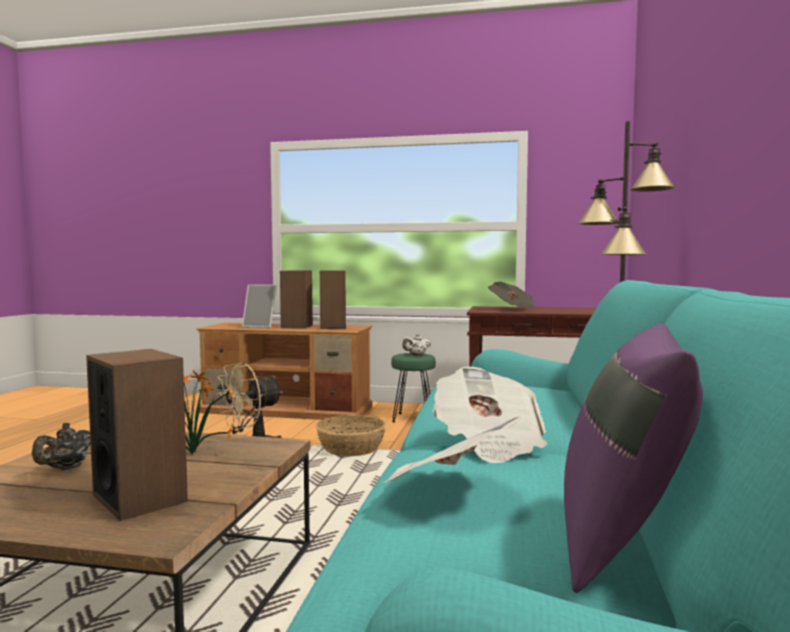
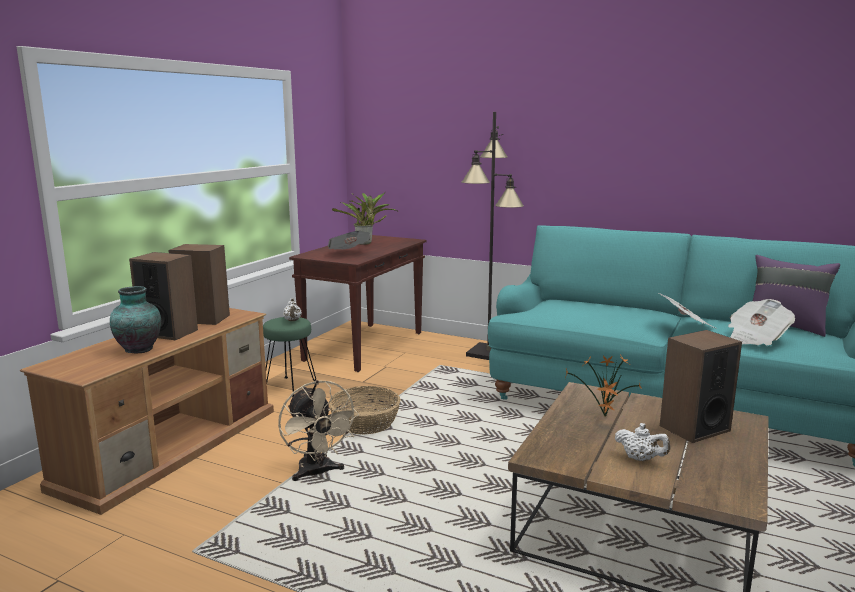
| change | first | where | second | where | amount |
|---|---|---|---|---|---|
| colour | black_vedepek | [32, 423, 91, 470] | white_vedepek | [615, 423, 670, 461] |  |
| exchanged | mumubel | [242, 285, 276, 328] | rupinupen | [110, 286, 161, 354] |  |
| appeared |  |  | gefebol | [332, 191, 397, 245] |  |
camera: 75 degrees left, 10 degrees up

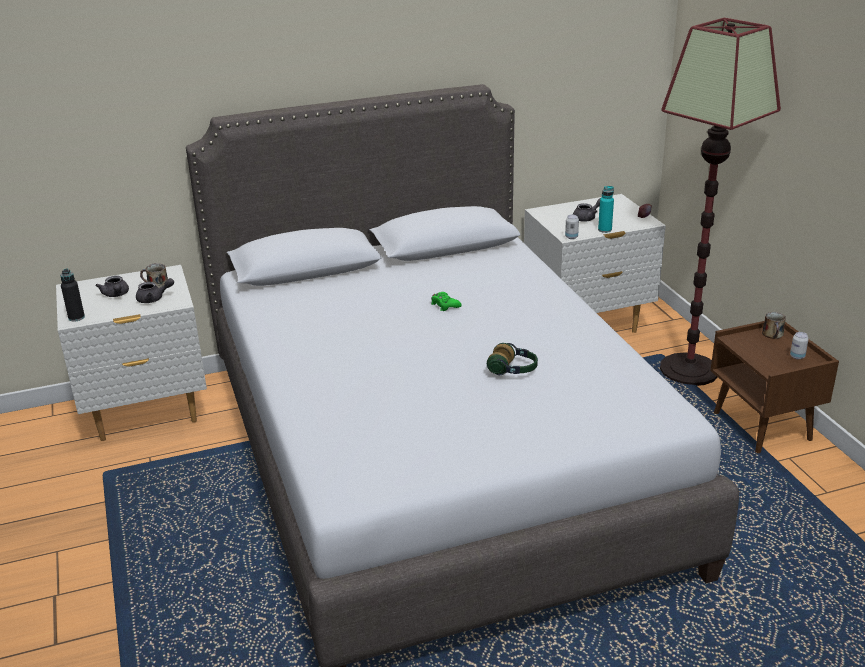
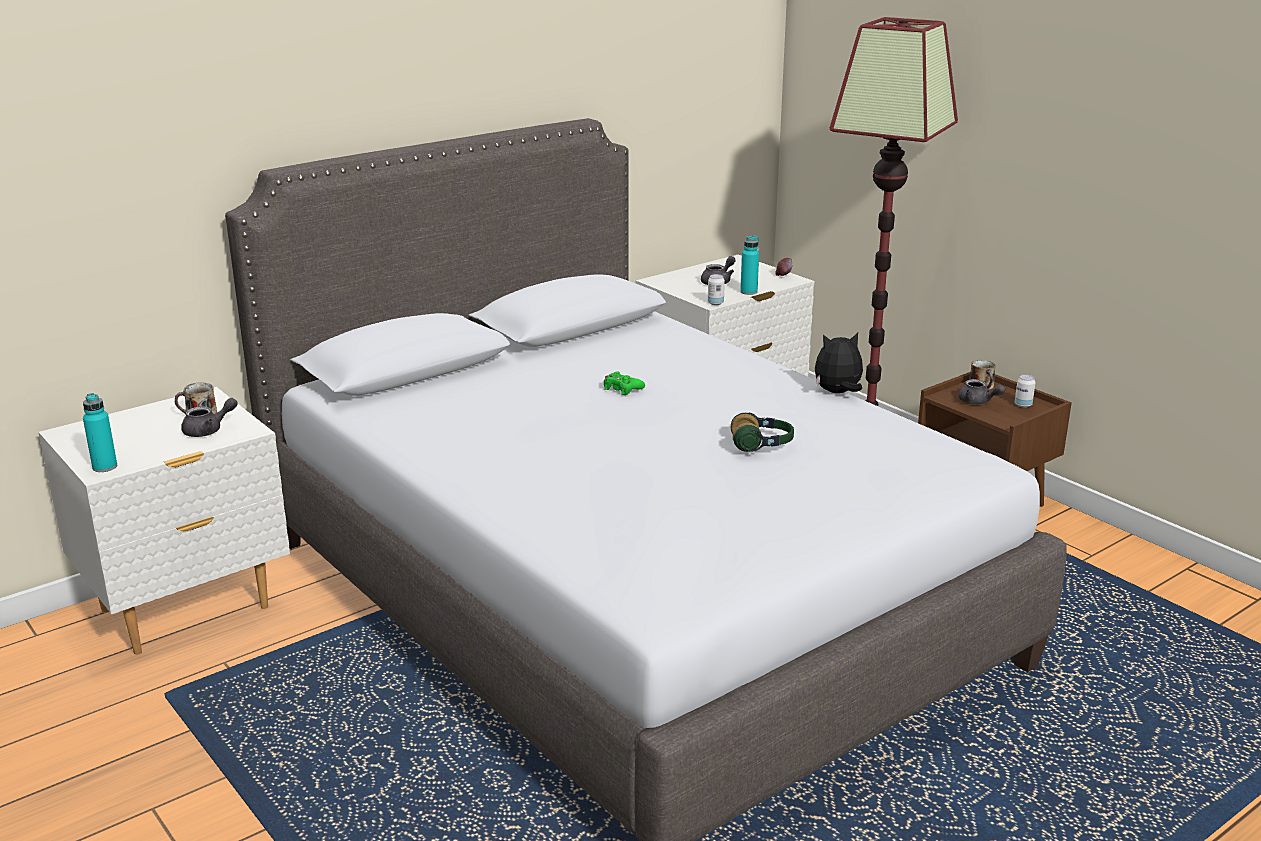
| change | first | where | second | where | amount |
|---|---|---|---|---|---|
| colour | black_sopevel | [60, 269, 85, 321] | turquoise_sopevel | [83, 393, 117, 472] |  |
| relocated | grey_vedepek | [96, 276, 129, 297] |  | [959, 379, 1005, 404] |  |
| appeared |  |  | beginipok | [815, 333, 863, 393] |  |
camera: 20 degrees left, 5 degrees down

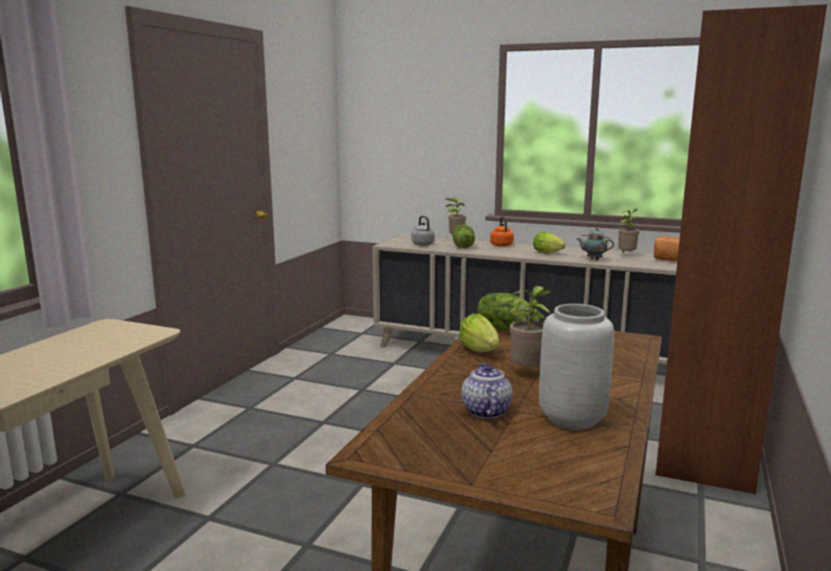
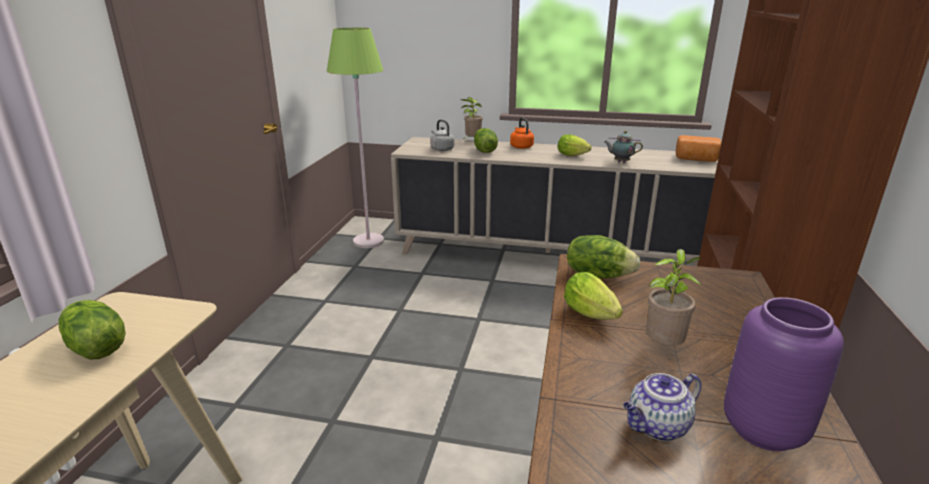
| change | first | where | second | where | amount |
|---|---|---|---|---|---|
| spun | vedepek | [461, 363, 513, 419] |  | [623, 373, 702, 441] | 105 degrees counterclockwise |
| colour | grey_rupinupen | [539, 304, 614, 430] | purple_rupinupen | [724, 297, 844, 451] |  |
| missing | gefebol | [618, 209, 640, 253] |  |  |  |
| appeared |  |  | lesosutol | [59, 300, 125, 360] |  |
| appeared |  |  | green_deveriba | [327, 27, 384, 248] |  |
camera: 10 degrees left, 10 degrees up

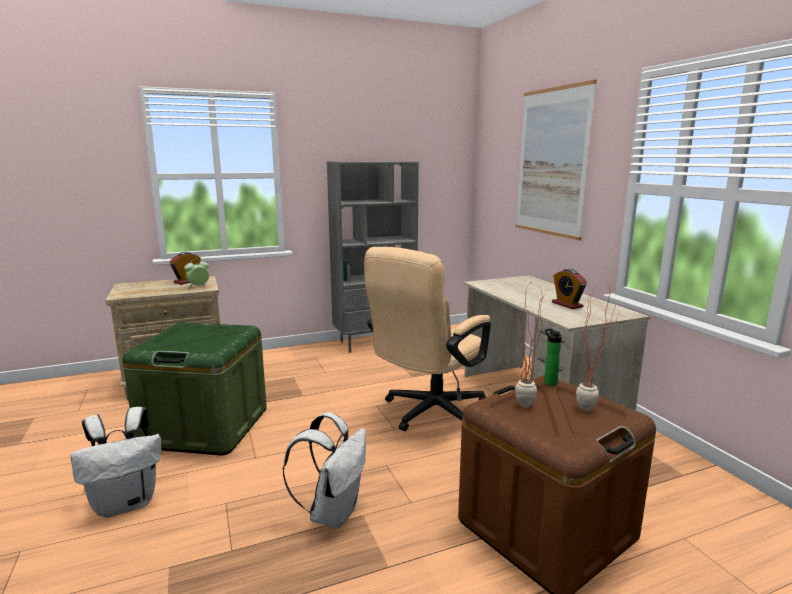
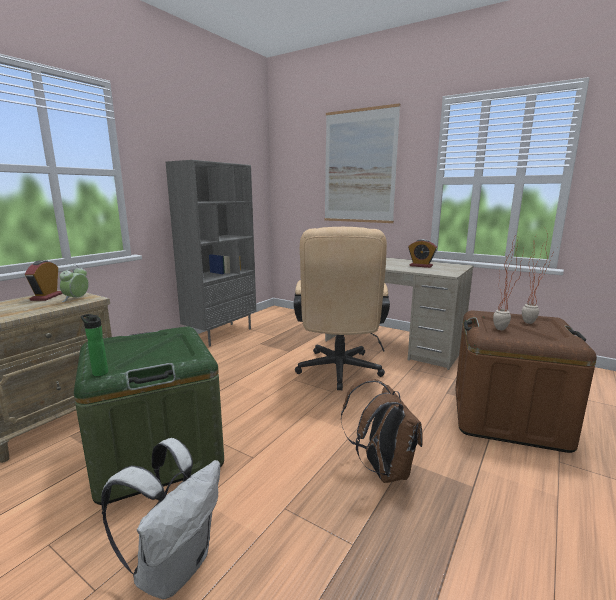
| change | first | where | second | where | amount |
|---|---|---|---|---|---|
| colour | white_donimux | [283, 412, 366, 529] | brown_donimux | [341, 378, 423, 483] |  |
| relocated | sopevel | [544, 329, 562, 386] |  | [81, 314, 108, 376] |  |
camera: 35 degrees left, 0 degrees up

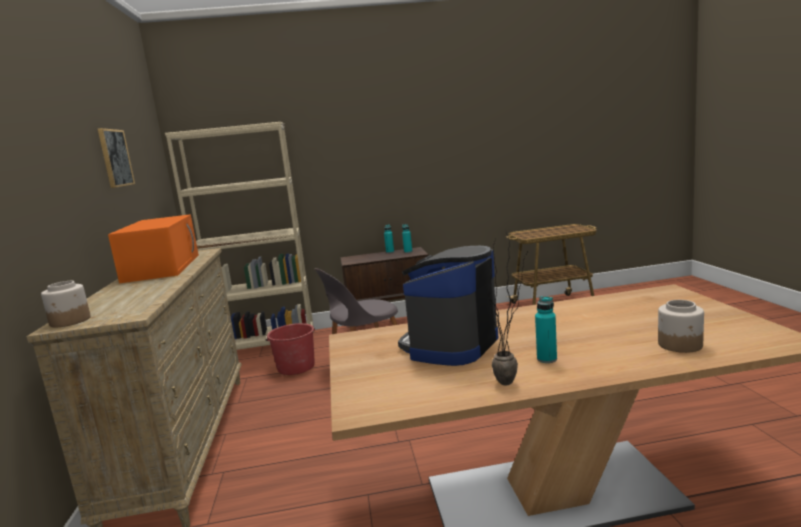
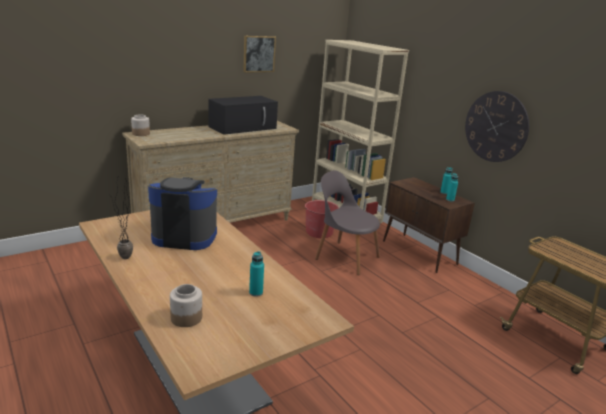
| change | first | where | second | where | amount |
|---|---|---|---|---|---|
| colour | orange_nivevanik | [108, 214, 199, 283] | black_nivevanik | [208, 96, 278, 135] |  |
| relocated | turquoise_sopevel | [535, 296, 557, 363] |  | [249, 251, 264, 297] |  |
| appeared |  |  | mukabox | [465, 91, 529, 162] |  |
camera: 60 degrees right, 10 degrees up

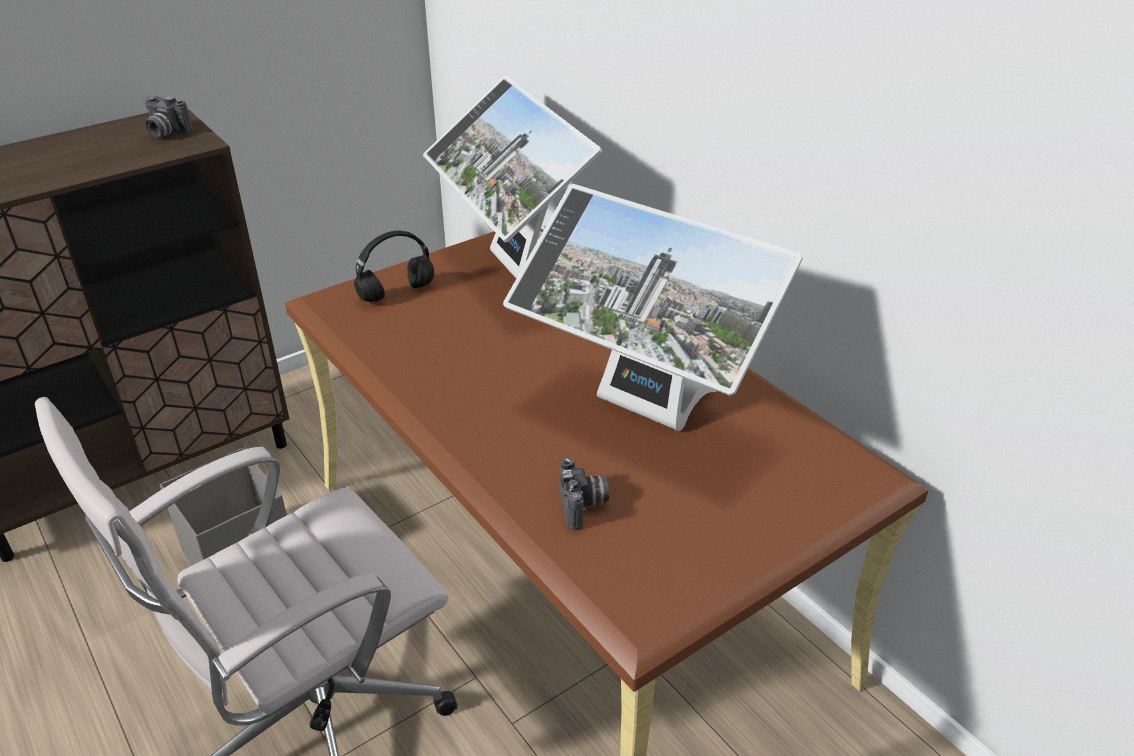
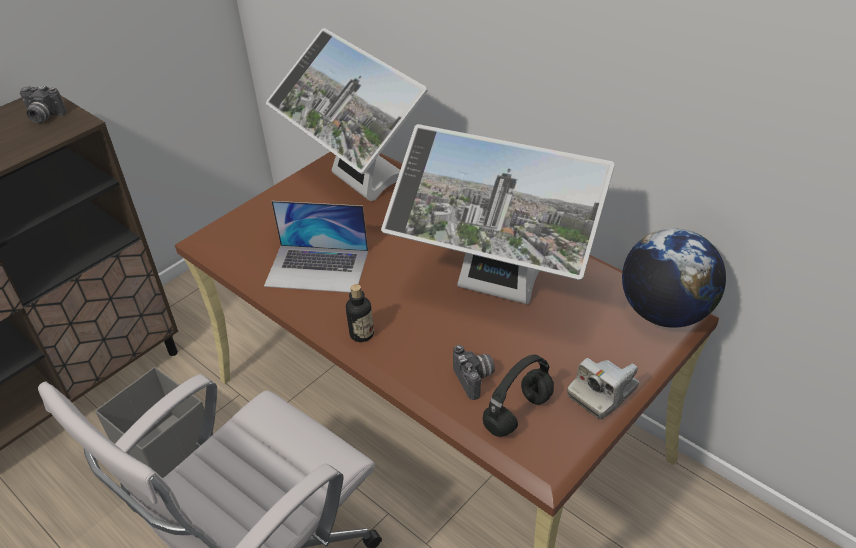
| change | first | where | second | where | amount |
|---|---|---|---|---|---|
| relocated | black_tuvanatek | [354, 231, 434, 302] |  | [483, 355, 554, 437] |  |
| appeared |  |  | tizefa | [264, 201, 368, 293] |  |
| appeared |  |  | sopevel | [346, 284, 374, 342] |  |
| appeared |  |  | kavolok | [567, 358, 639, 419] |  |
| appeared |  |  | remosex | [622, 228, 726, 328] |  |
camera: 10 degrees left, 5 degrees up

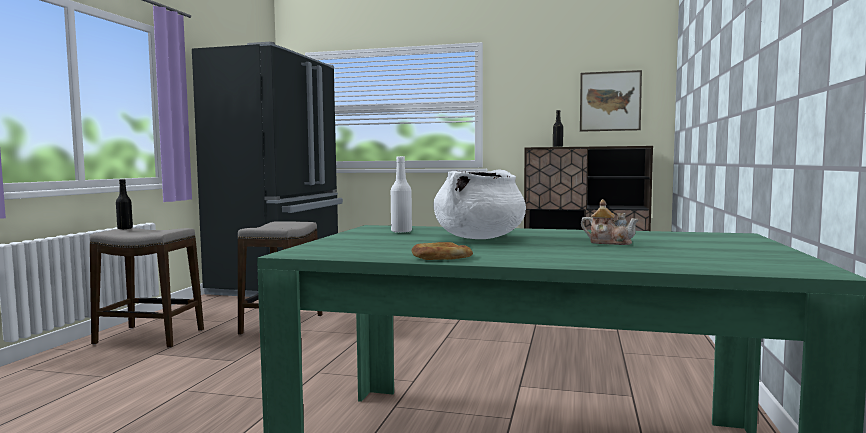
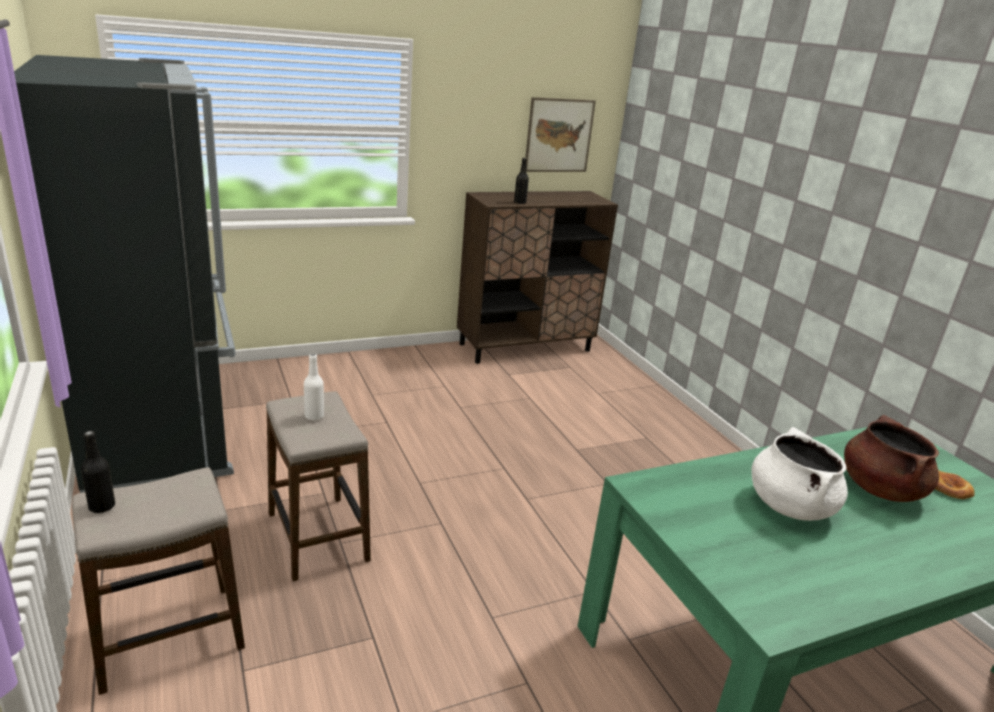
| change | first | where | second | where | amount |
|---|---|---|---|---|---|
| relocated | white_sopevel | [391, 156, 412, 233] |  | [304, 354, 324, 421] |  |
| relocated | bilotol | [411, 242, 473, 260] |  | [935, 470, 975, 499] |  |
| exchanged | vedepek | [581, 199, 639, 245] | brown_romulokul | [844, 415, 939, 502] |  |
camera: 40 degrees left, 20 degrees up

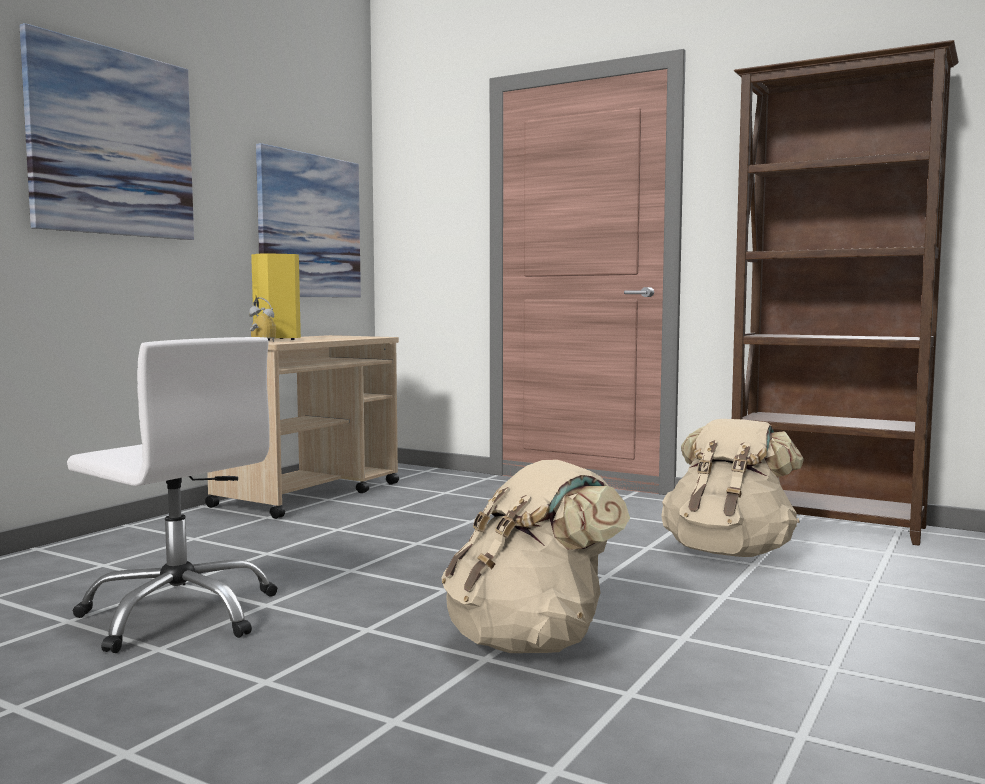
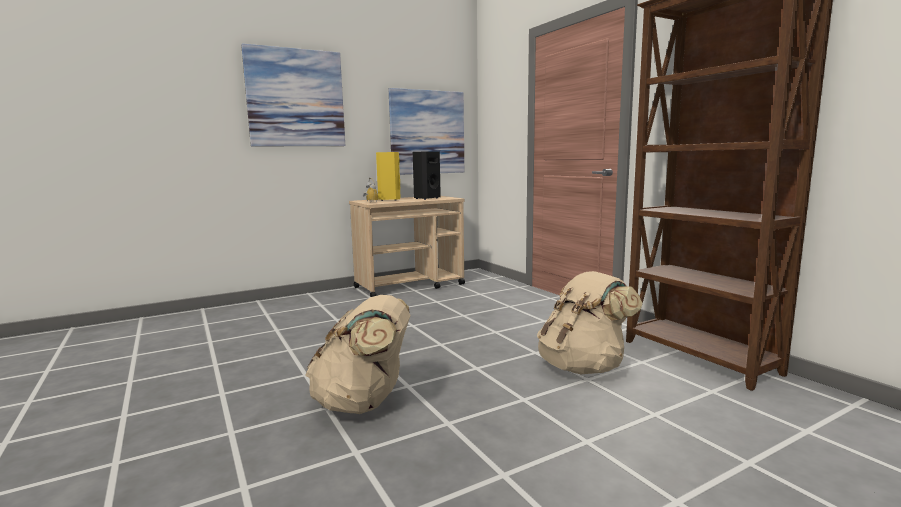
| change | first | where | second | where | amount |
|---|---|---|---|---|---|
| missing | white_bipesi | [67, 337, 278, 653] |  |  |  |
| appeared |  |  | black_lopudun | [413, 151, 441, 200] |  |
camera: 30 degrees right, 5 degrees up

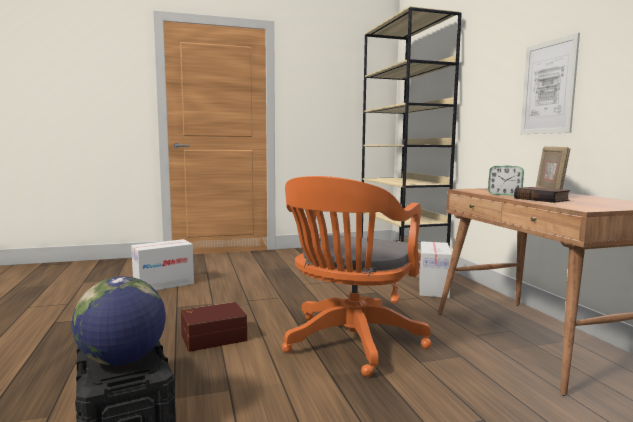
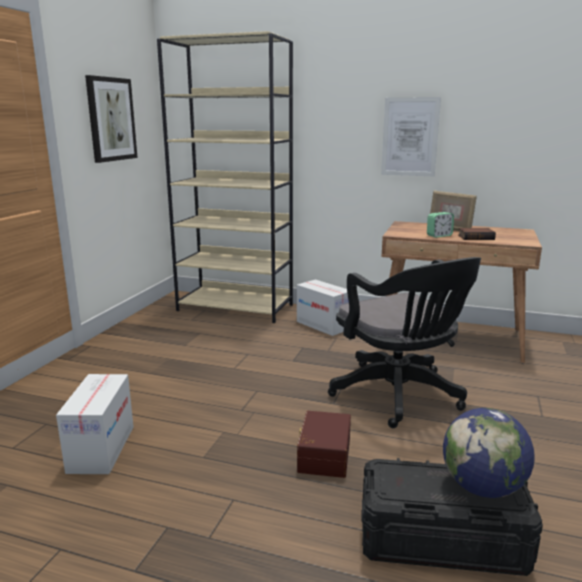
| change | first | where | second | where | amount |
|---|---|---|---|---|---|
| colour | orange_bipesi | [282, 176, 431, 377] | black_bipesi | [328, 257, 481, 428] |  |
| appeared |  |  | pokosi | [85, 75, 138, 163] |  |
camera: 55 degrees left, 10 degrees up

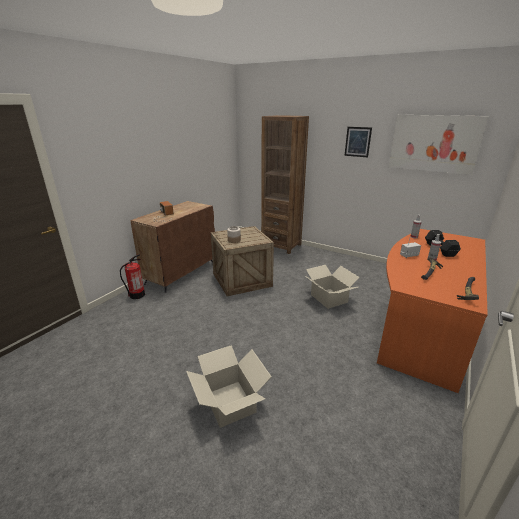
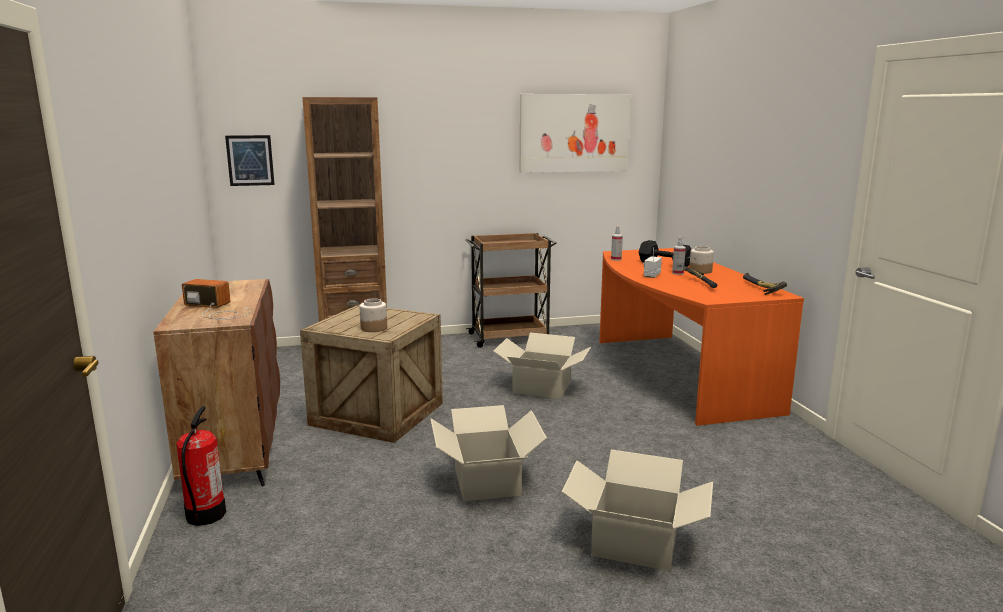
| change | first | where | second | where | amount |
|---|---|---|---|---|---|
| relocated | pokosi | [344, 127, 372, 157] |  | [225, 135, 275, 186] |  |
| appeared |  |  | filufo | [430, 405, 547, 501] |  |
| appeared |  |  | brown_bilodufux | [465, 233, 557, 348] |  |
| appeared |  |  | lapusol | [689, 246, 714, 274] |  |
camera: 45 degrees left, 10 degrees down

